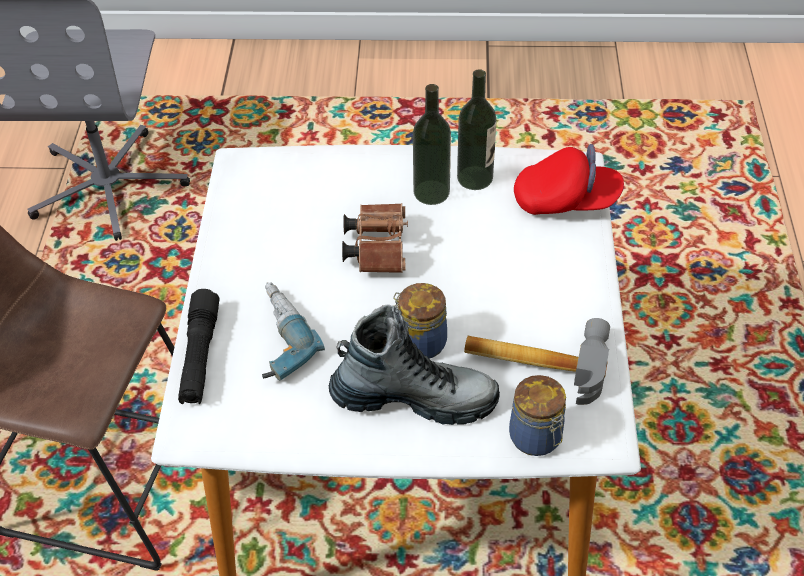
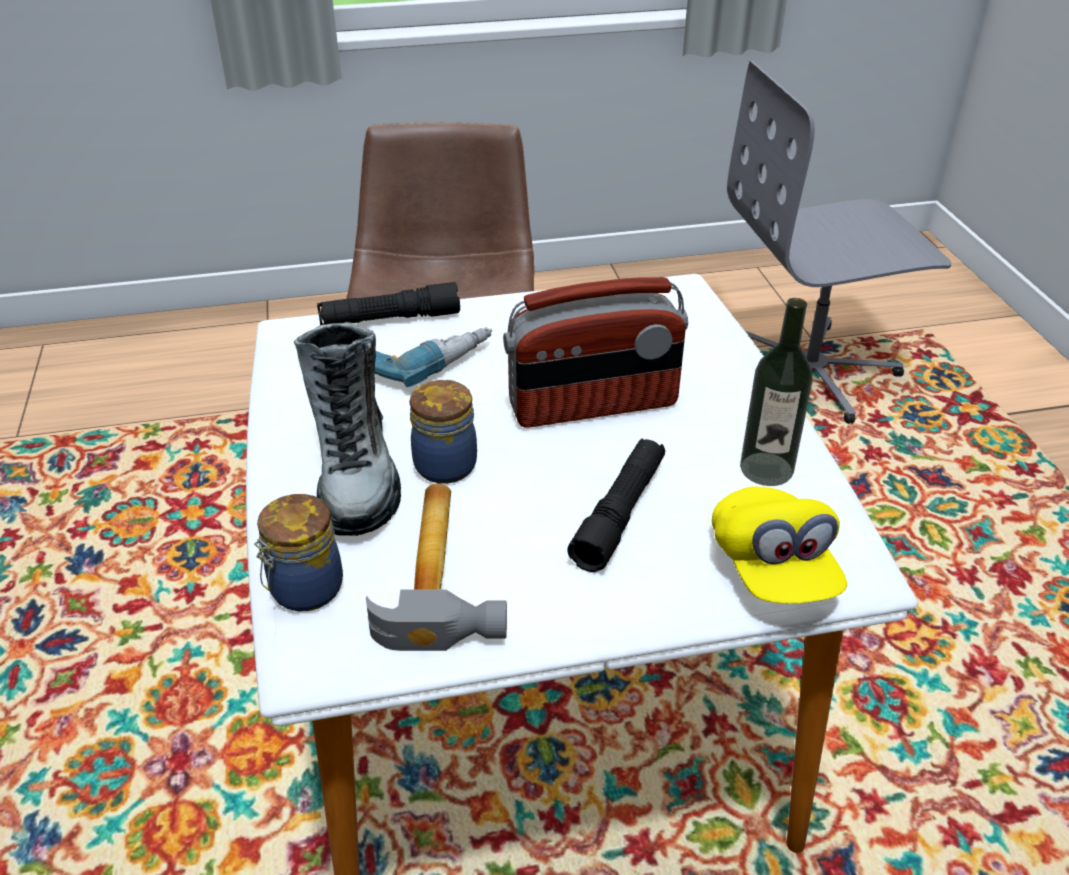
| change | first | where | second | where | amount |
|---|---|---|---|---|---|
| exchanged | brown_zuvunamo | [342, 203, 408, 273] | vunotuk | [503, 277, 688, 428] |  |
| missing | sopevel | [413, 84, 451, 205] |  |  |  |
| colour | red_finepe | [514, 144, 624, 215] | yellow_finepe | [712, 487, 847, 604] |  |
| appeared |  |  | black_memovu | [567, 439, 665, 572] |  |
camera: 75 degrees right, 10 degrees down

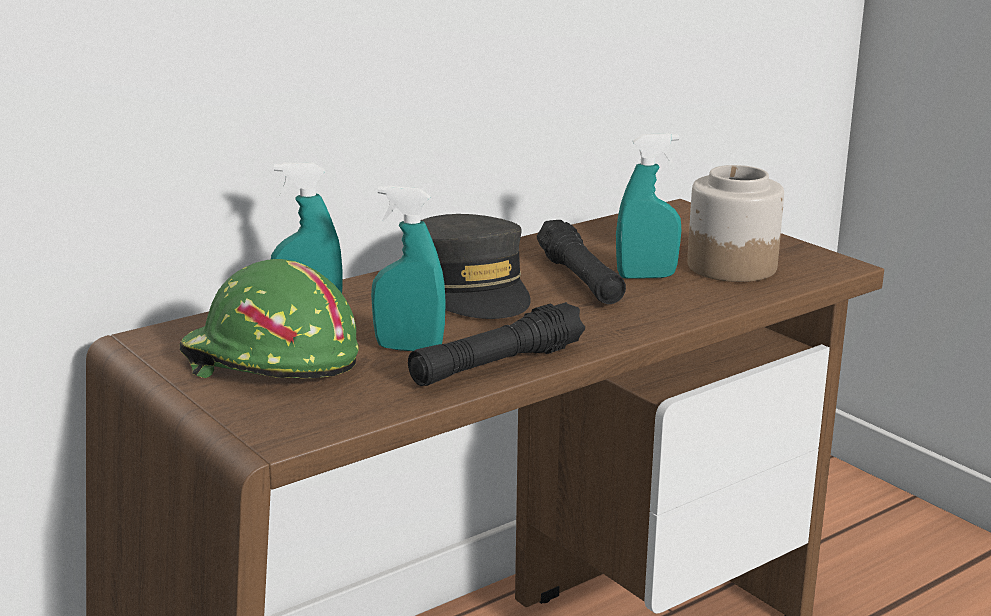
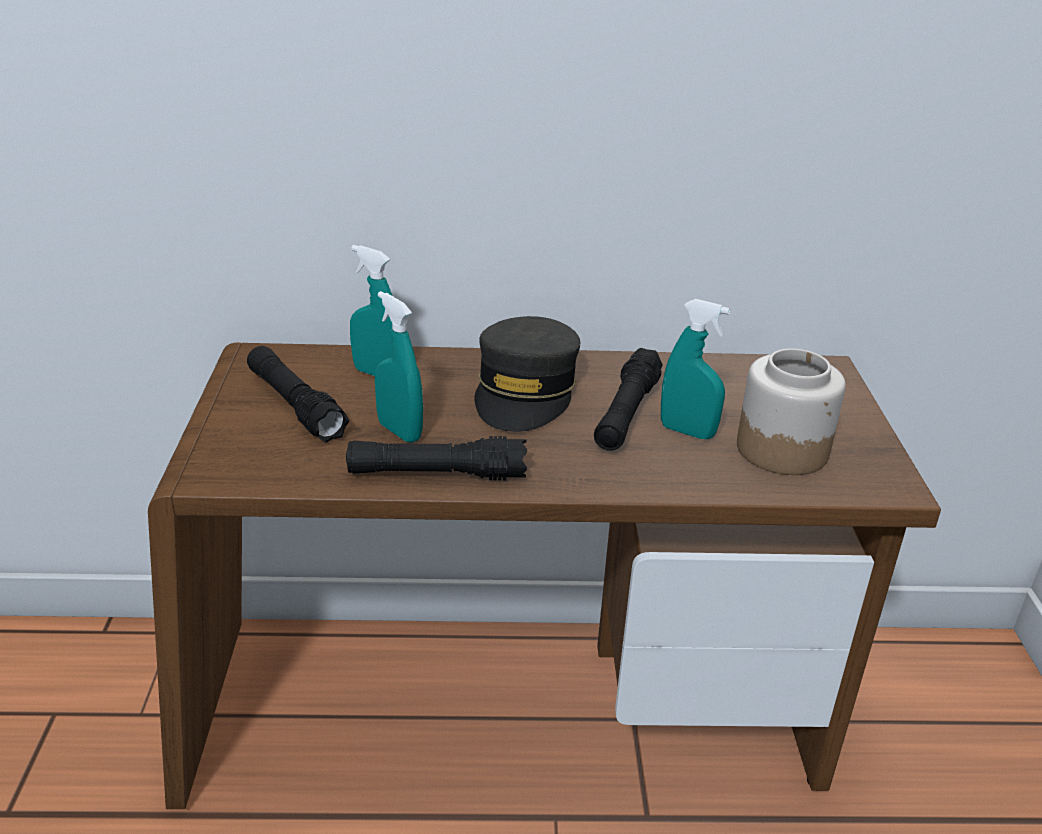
| change | first | where | second | where | amount |
|---|---|---|---|---|---|
| exchanged | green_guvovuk | [179, 259, 359, 378] | black_memovu | [247, 346, 349, 443] |  |
camera: 35 degrees right, 10 degrees up

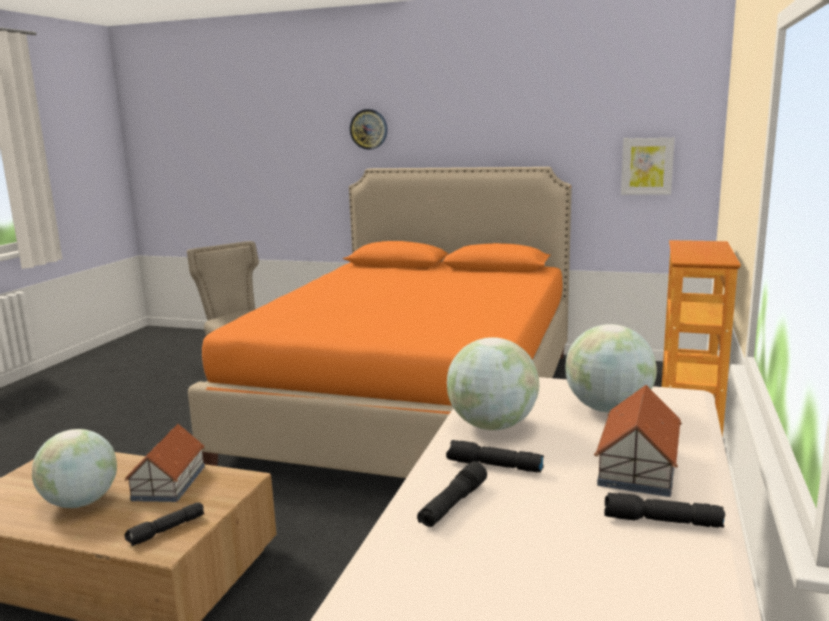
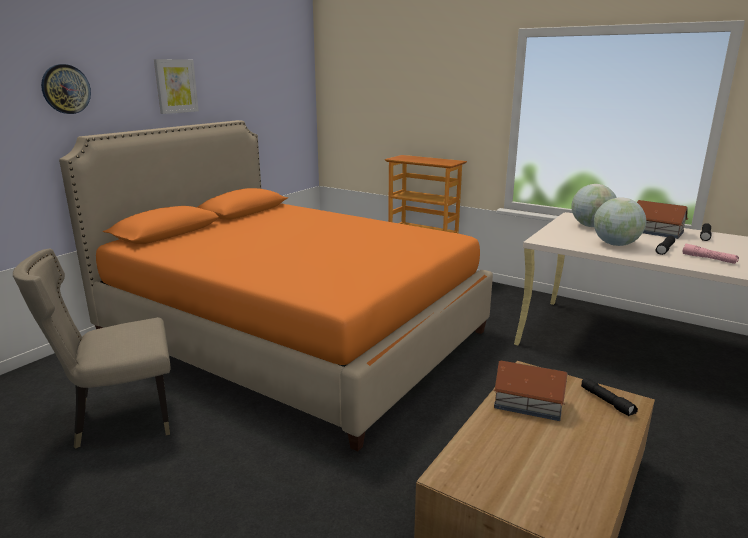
| change | first | where | second | where | amount |
|---|---|---|---|---|---|
| missing | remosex | [32, 429, 117, 508] |  |  |  |
| colour | black_memovu | [417, 461, 487, 527] | pink_memovu | [682, 244, 739, 264] |  |
| relocated | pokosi | [621, 138, 675, 195] |  | [154, 59, 199, 114] |  |
camera: 75 degrees left, 5 degrees up

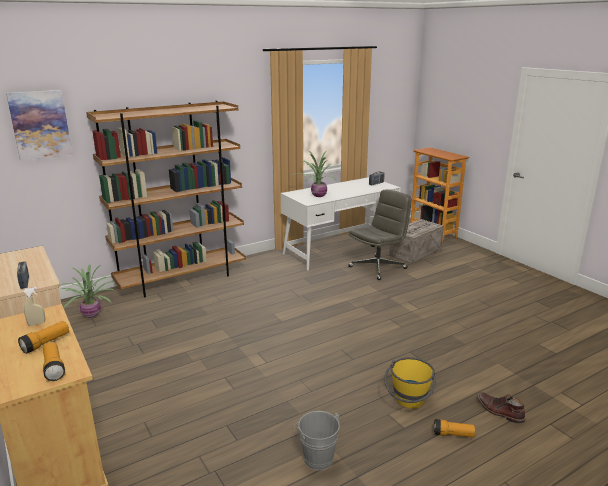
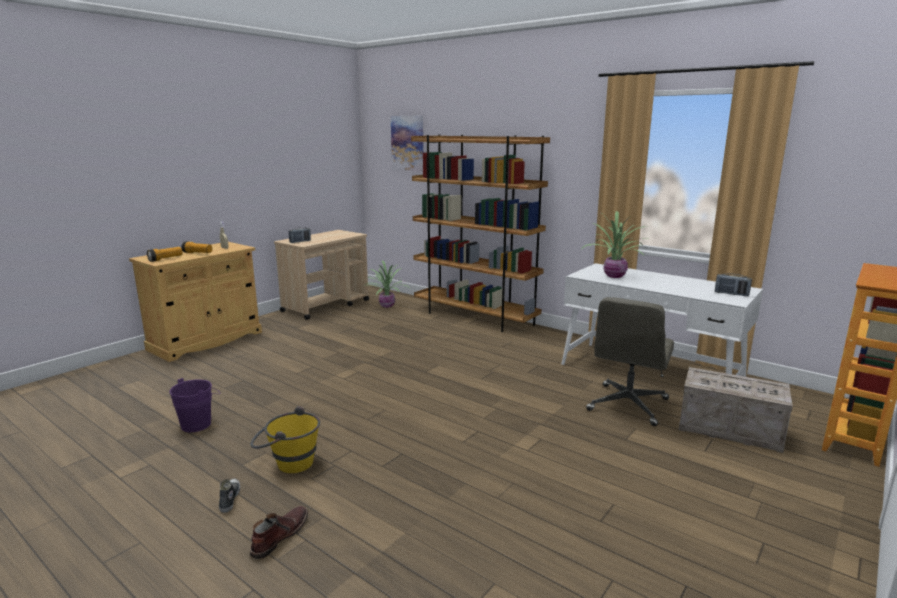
| change | first | where | second | where | amount |
|---|---|---|---|---|---|
| colour | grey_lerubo | [294, 411, 340, 470] | purple_lerubo | [169, 378, 217, 432] |  |
| spun | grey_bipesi | [348, 189, 412, 280] |  | [586, 297, 674, 426] | 90 degrees clockwise |
| exchanged | memovu | [434, 419, 475, 438] | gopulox | [219, 478, 240, 513] |  |
camera: 70 degrees right, 5 degrees down

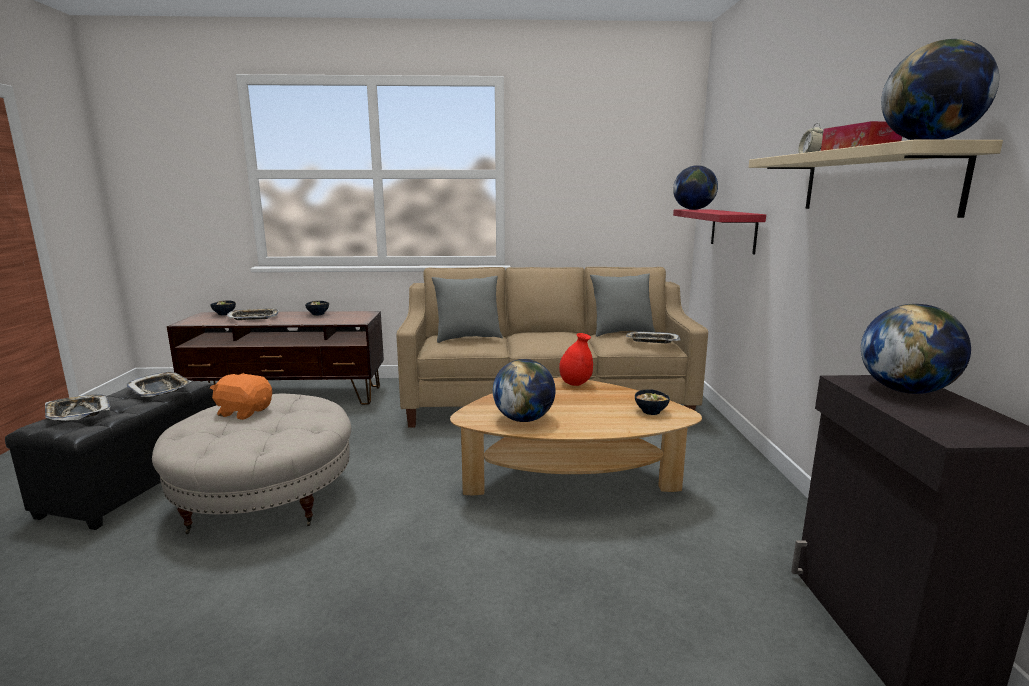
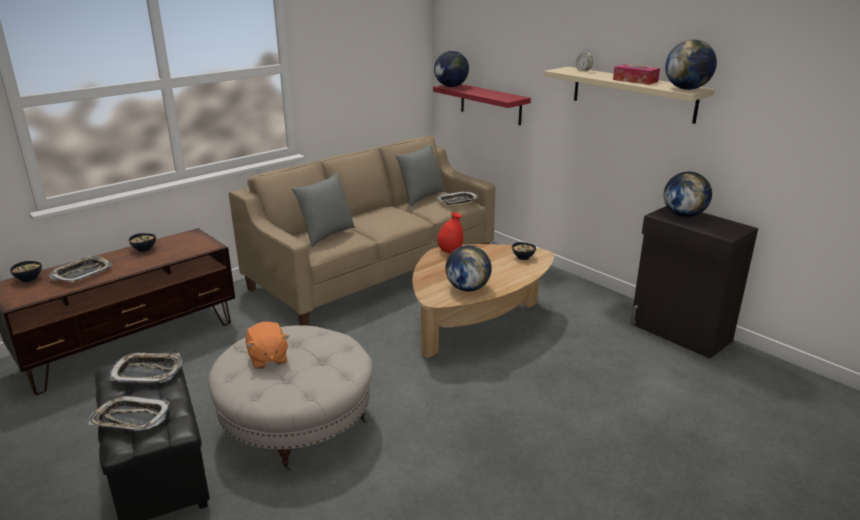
| change | first | where | second | where | amount |
|---|---|---|---|---|---|
| spun | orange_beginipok | [210, 373, 272, 420] |  | [245, 322, 289, 369] | 90 degrees counterclockwise |
camera: 40 degrees left, 10 degrees up

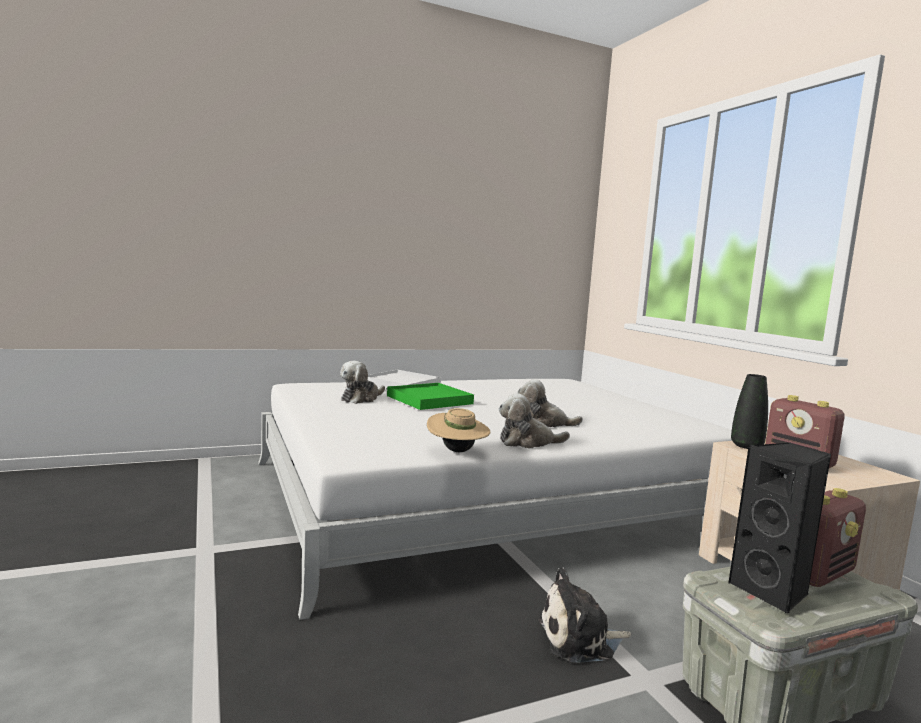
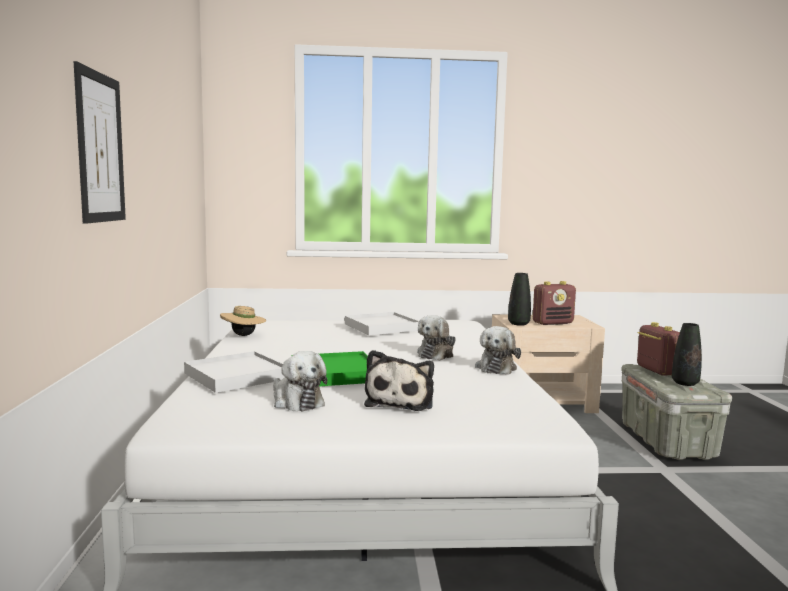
| change | first | where | second | where | amount |
|---|---|---|---|---|---|
| relocated | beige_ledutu | [427, 408, 490, 452] |  | [220, 306, 266, 336] |  |
| relocated | beginipok | [538, 567, 631, 663] |  | [364, 350, 434, 411] |  |
| exchanged | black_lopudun | [728, 442, 831, 613] | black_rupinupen | [672, 323, 702, 386] |  |
| appeared |  |  | pokosi | [73, 61, 126, 224] |  |
| appeared |  |  | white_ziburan | [345, 312, 419, 335] |  |
camera: 70 degrees left, 0 degrees up

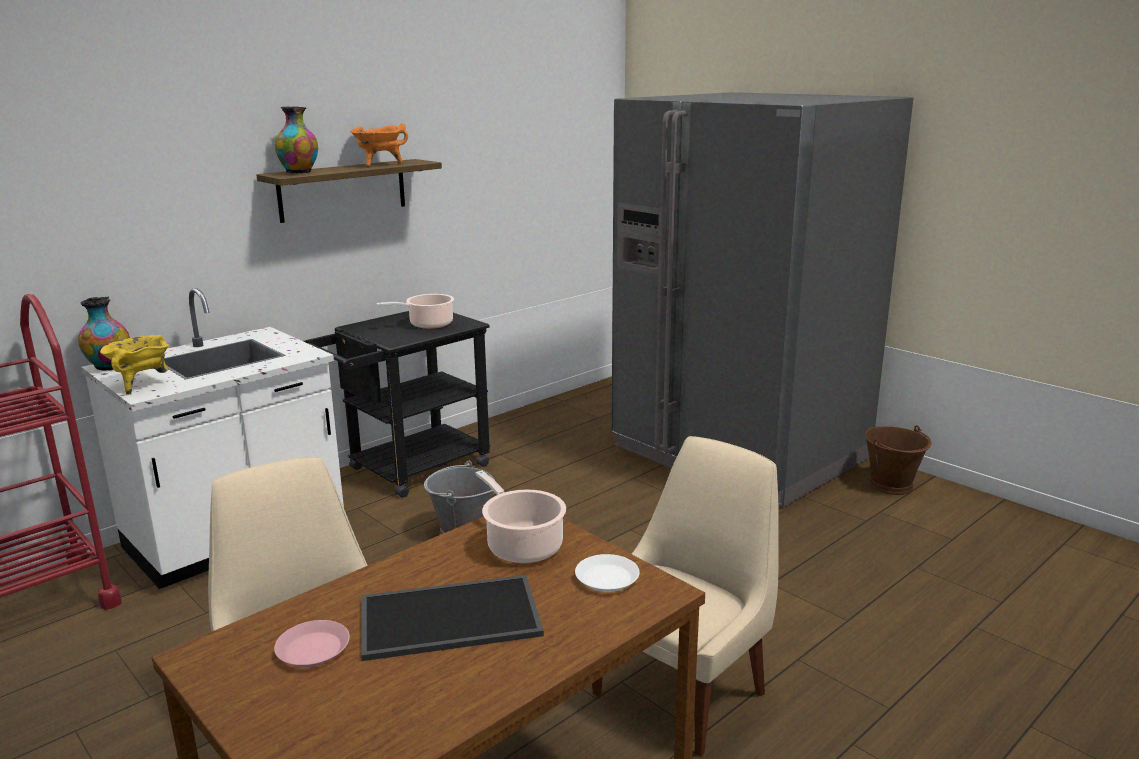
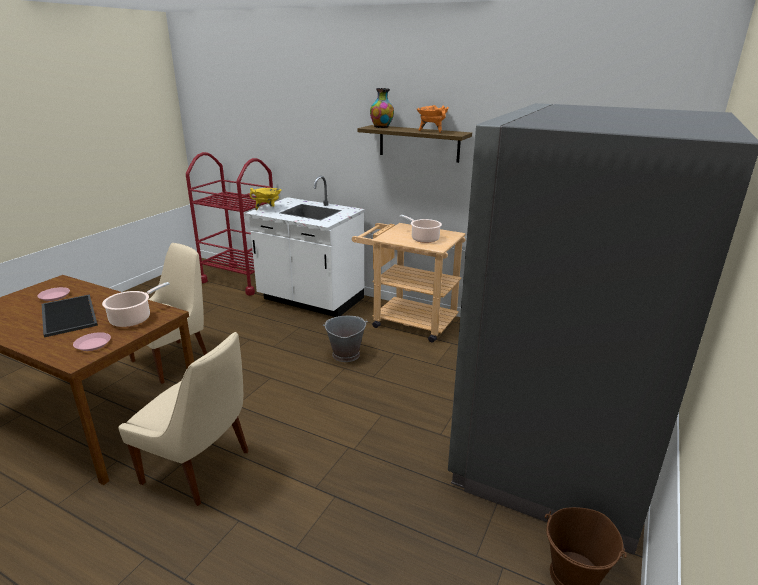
| change | first | where | second | where | amount |
|---|---|---|---|---|---|
| missing | rupinupen | [78, 297, 130, 371] |  |  |  |
| colour | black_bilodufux | [303, 311, 490, 498] | beige_bilodufux | [352, 223, 465, 342] |  |
| colour | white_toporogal | [575, 554, 640, 592] | pink_toporogal | [73, 332, 111, 351] |  |
camera: 70 degrees right, 5 degrees up

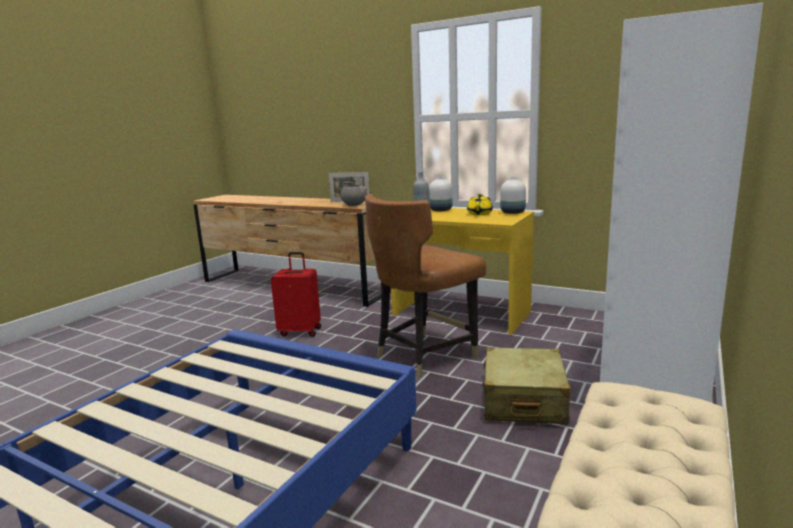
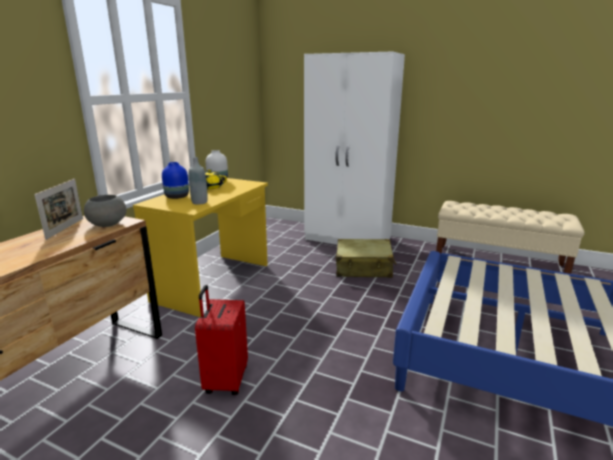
| change | first | where | second | where | amount |
|---|---|---|---|---|---|
| missing | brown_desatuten | [365, 194, 486, 378] |  |  |  |
| colour | white_rupinupen | [429, 177, 453, 211] | blue_rupinupen | [162, 162, 189, 199] |  |
camera: 95 degrees left, 5 degrees up

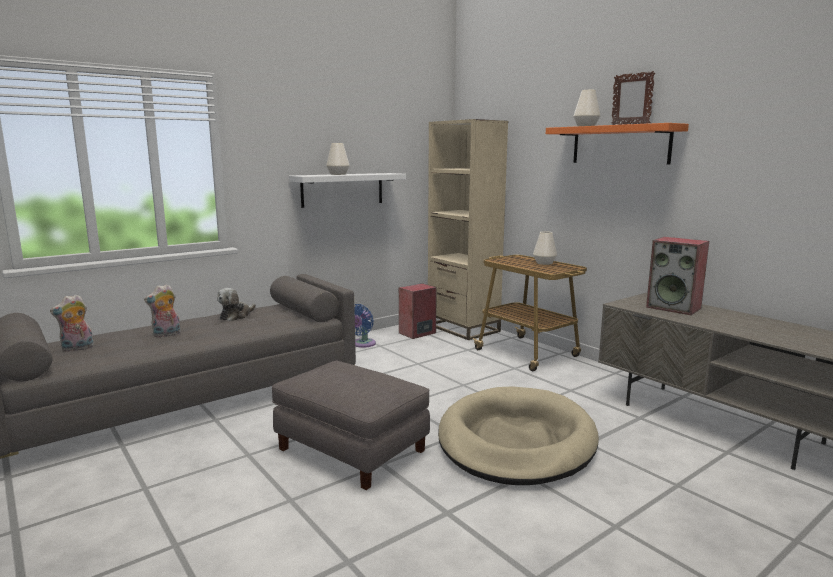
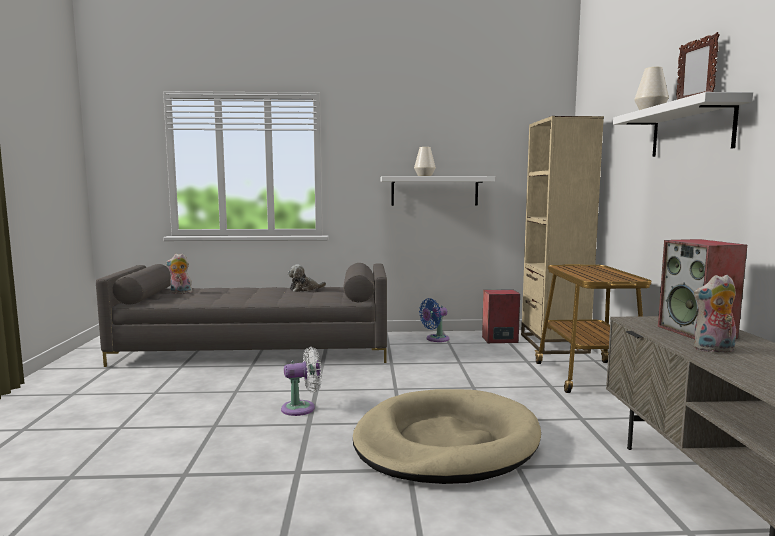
| change | first | where | second | where | amount |
|---|---|---|---|---|---|
| relocated | beginipok | [144, 284, 181, 338] |  | [694, 275, 736, 352] |  |
| exchanged | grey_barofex | [272, 361, 430, 490] | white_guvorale | [281, 347, 322, 416] |  |
| missing | white_rupinupen | [533, 231, 557, 265] |  |  |  |
| colour | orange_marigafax | [546, 123, 689, 165] | white_marigafax | [613, 92, 753, 157] |  |
camera: 35 degrees right, 5 degrees down

